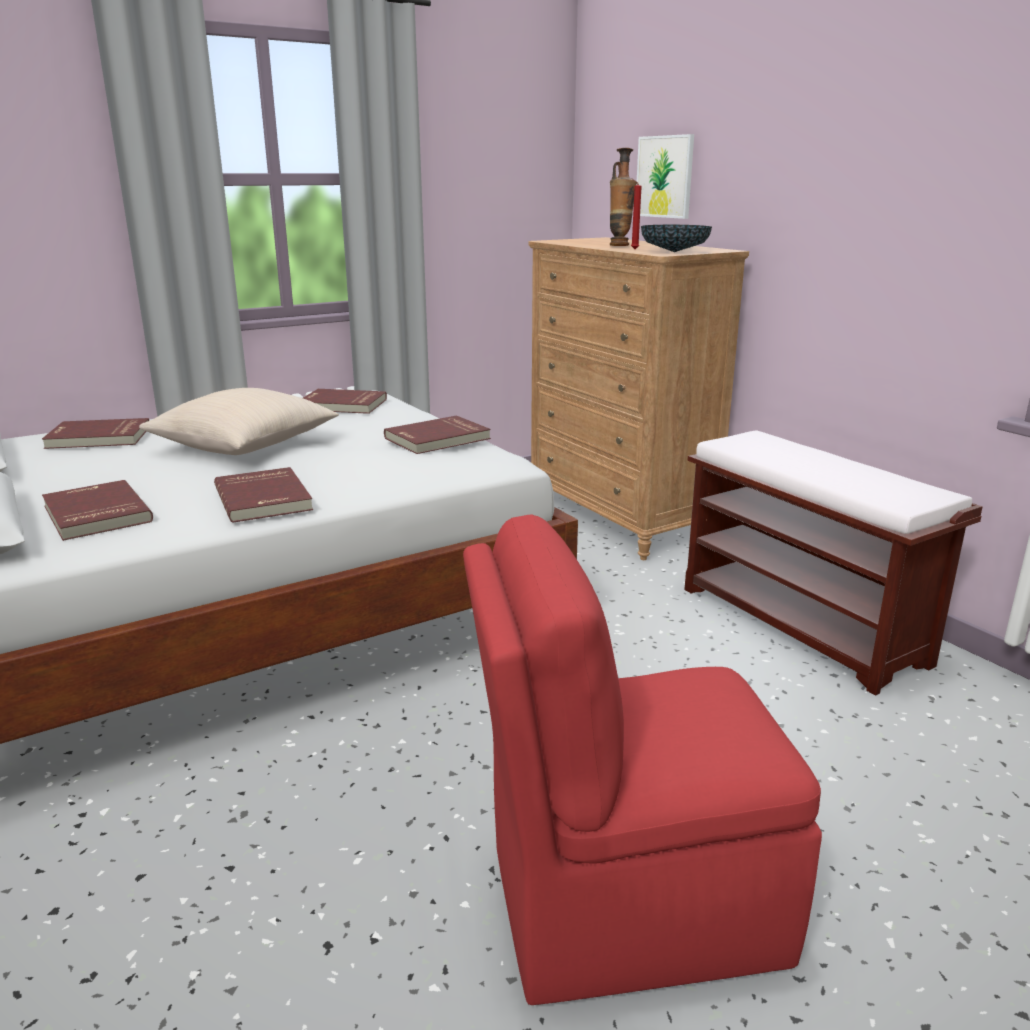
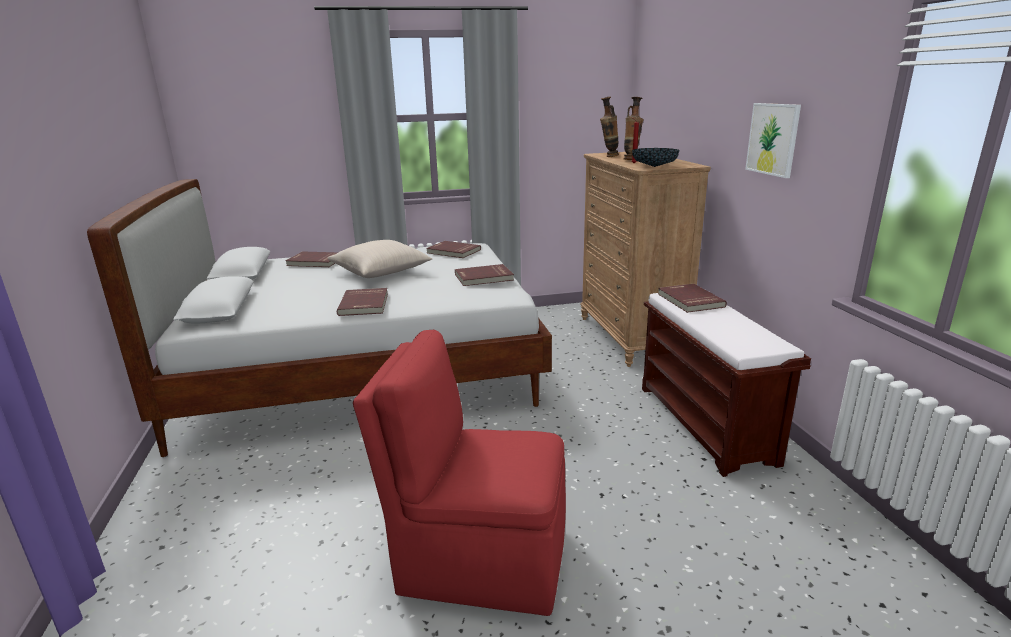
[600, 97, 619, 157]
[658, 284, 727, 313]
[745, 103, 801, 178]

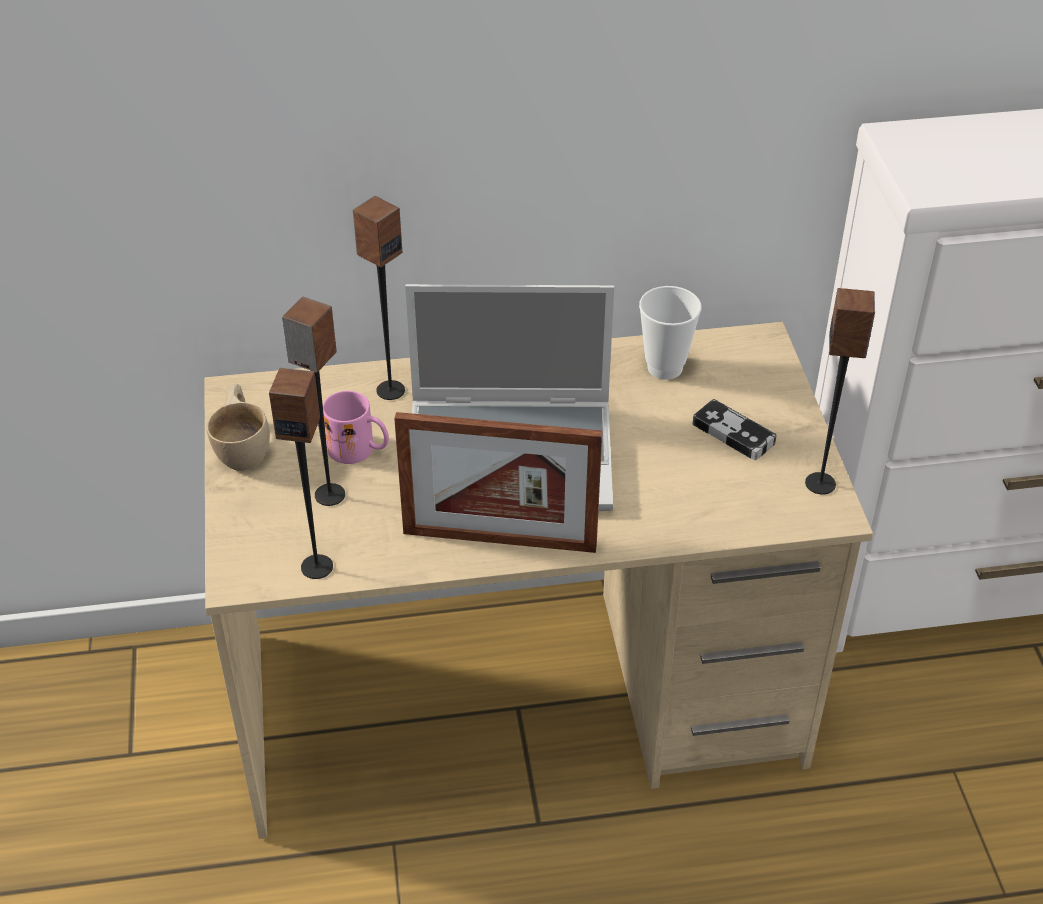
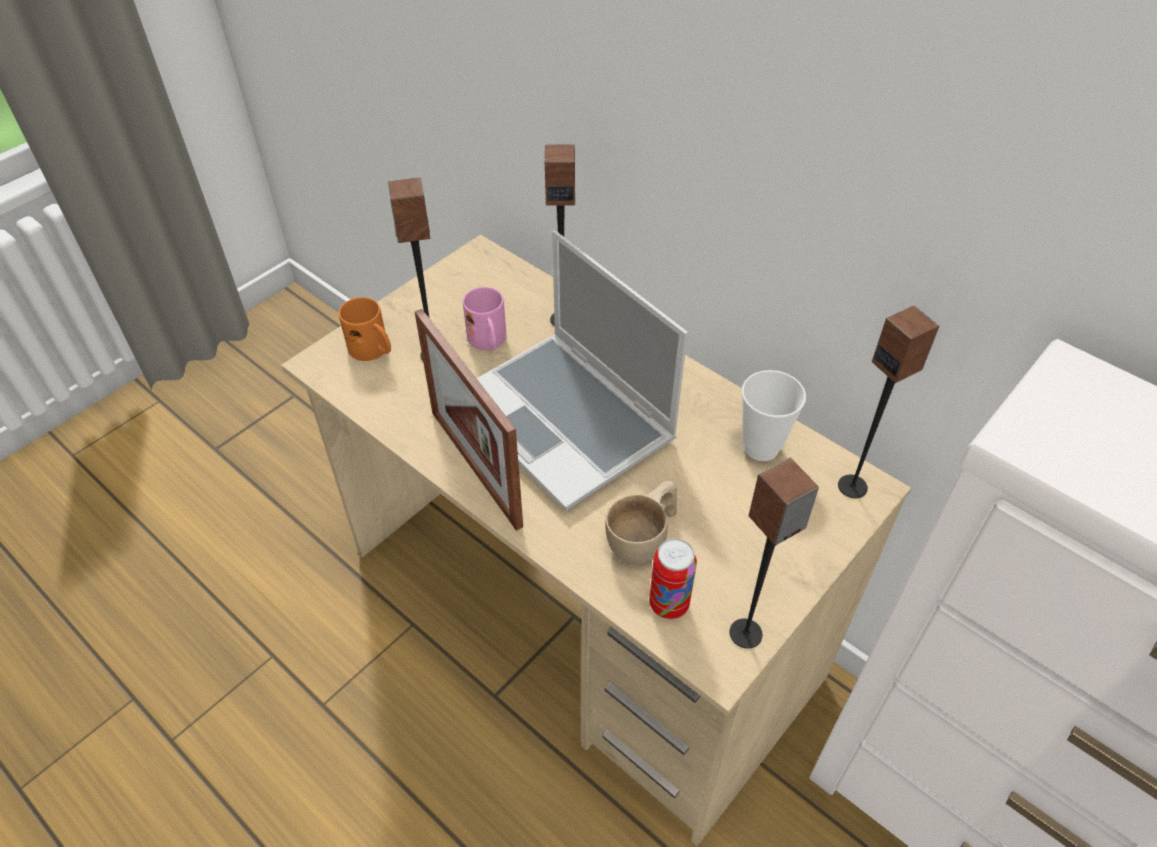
[692, 399, 777, 460] (first image)
[339, 297, 391, 361]
[649, 538, 697, 619]
[605, 481, 677, 565]
[838, 305, 940, 498]

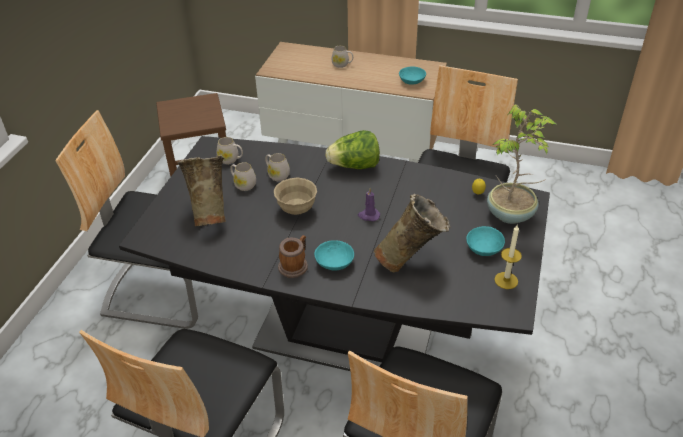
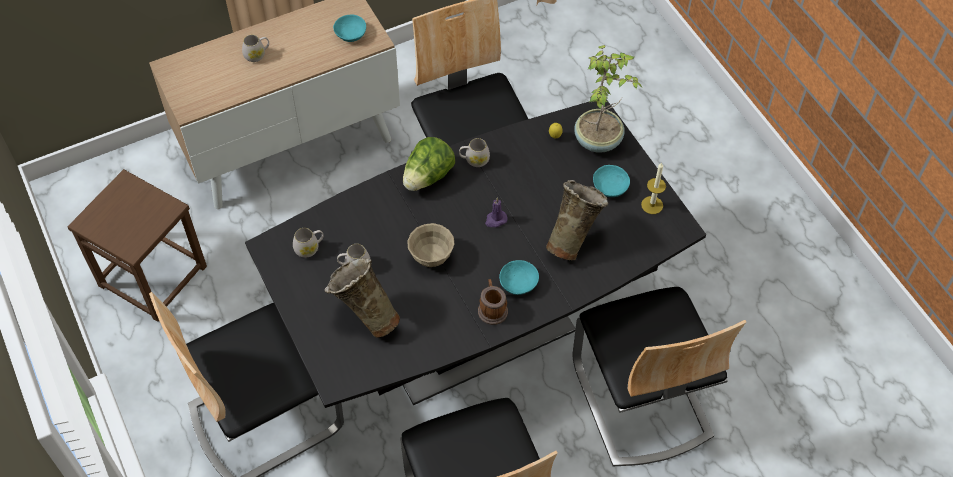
[459, 138, 490, 167]

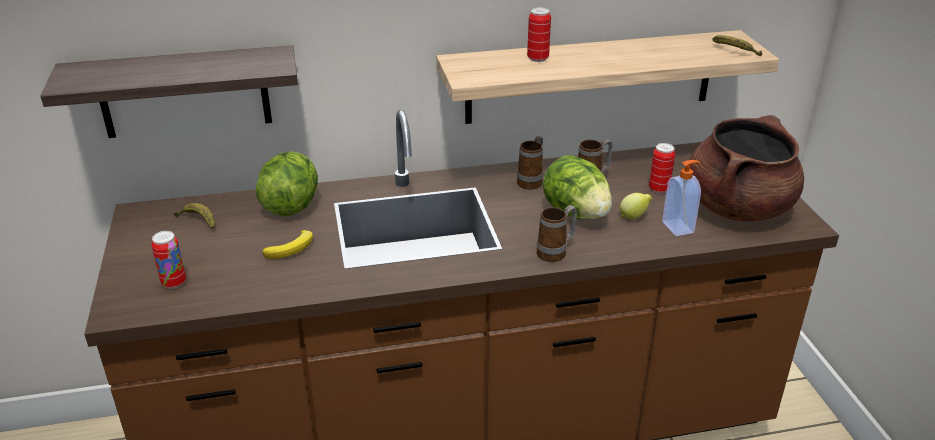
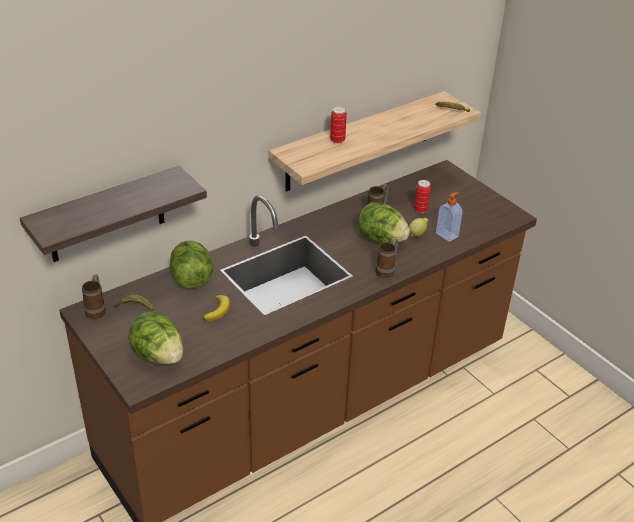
[690, 115, 804, 221] (first image)
[82, 274, 106, 319]
[128, 311, 183, 364]

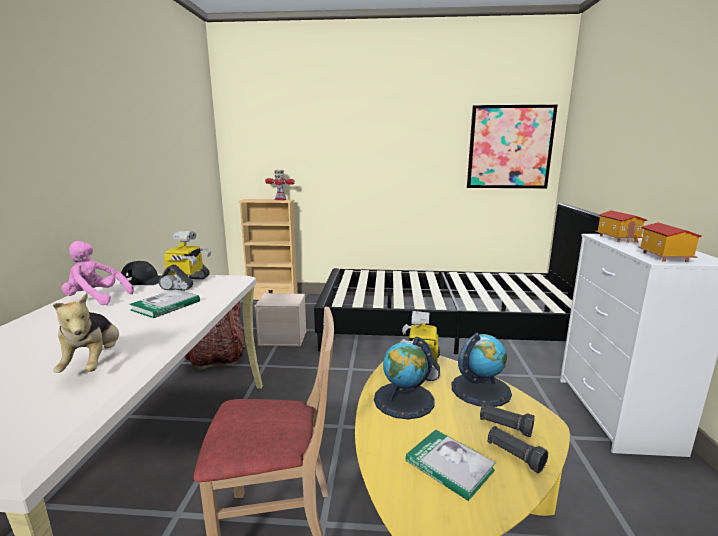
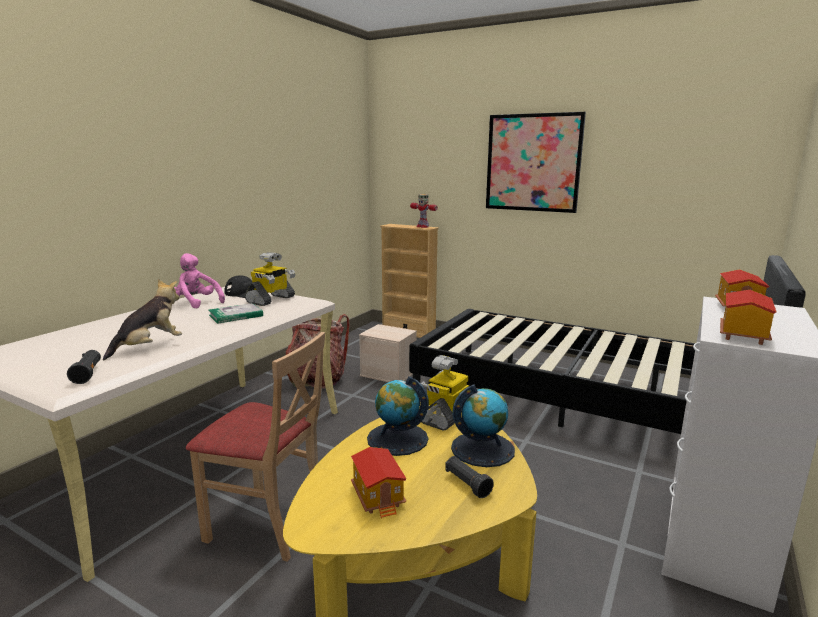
[486, 112, 586, 213]
[67, 350, 101, 384]
[351, 447, 407, 518]
[103, 279, 182, 361]

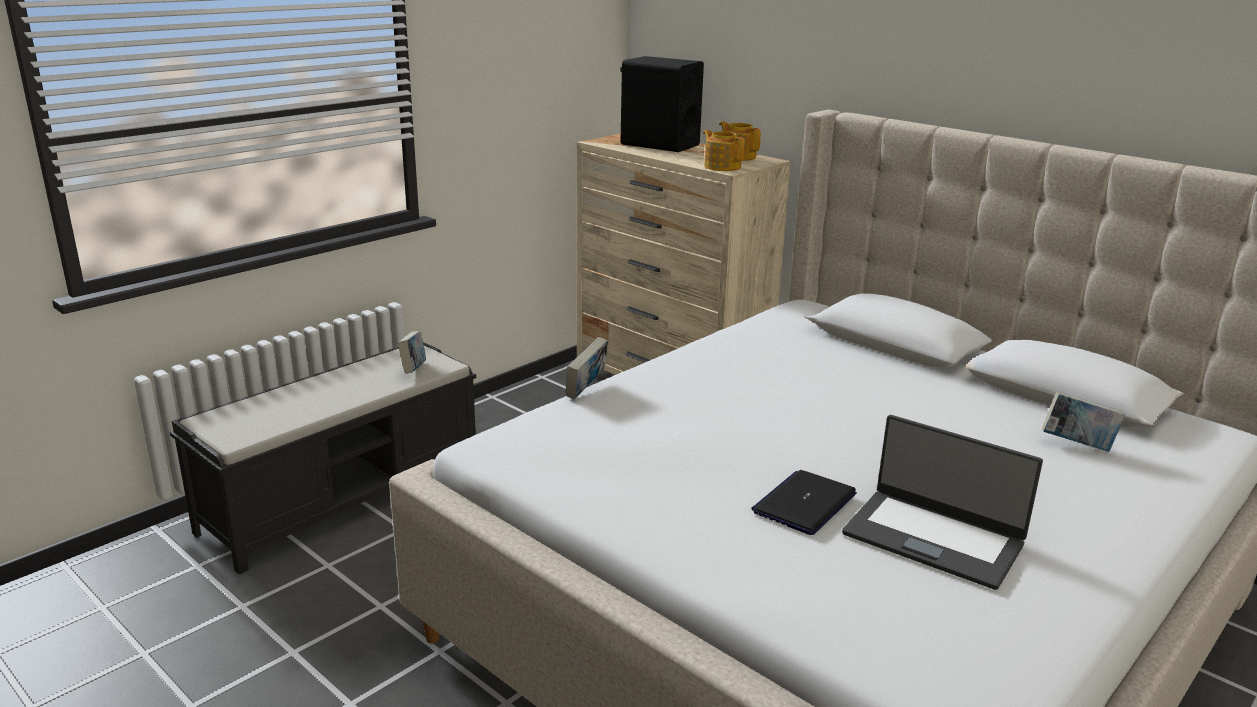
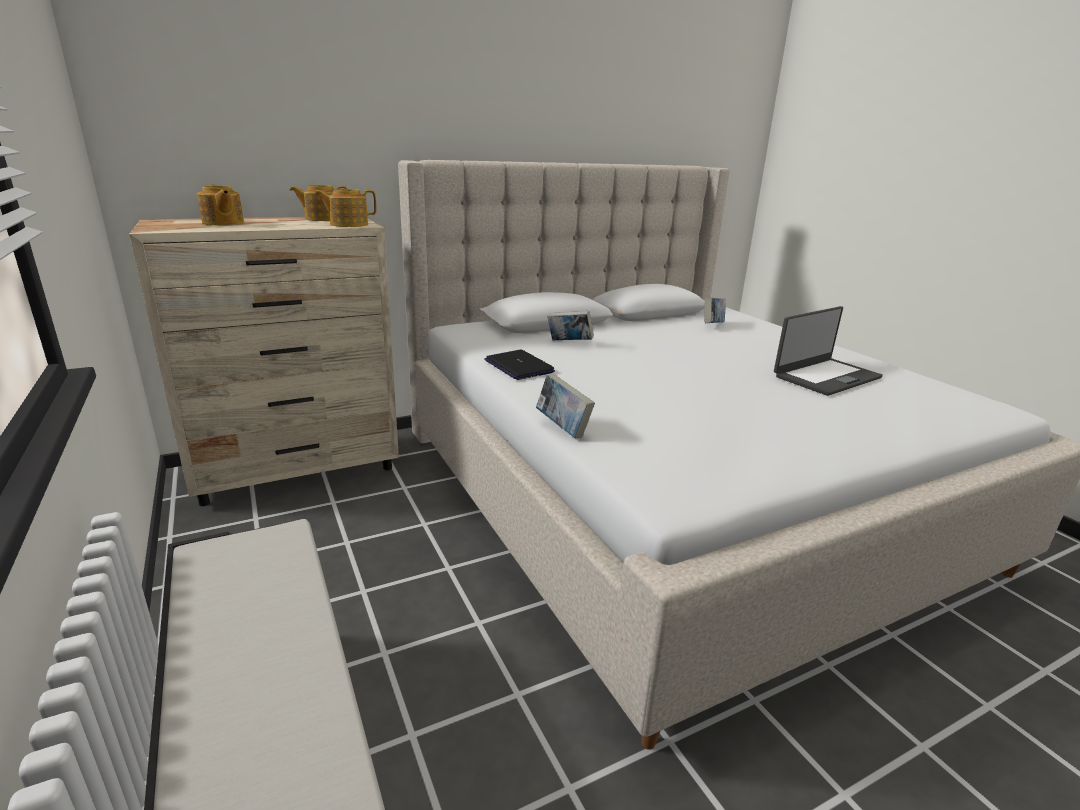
[547, 311, 594, 340]
[484, 350, 555, 380]
[197, 185, 244, 225]

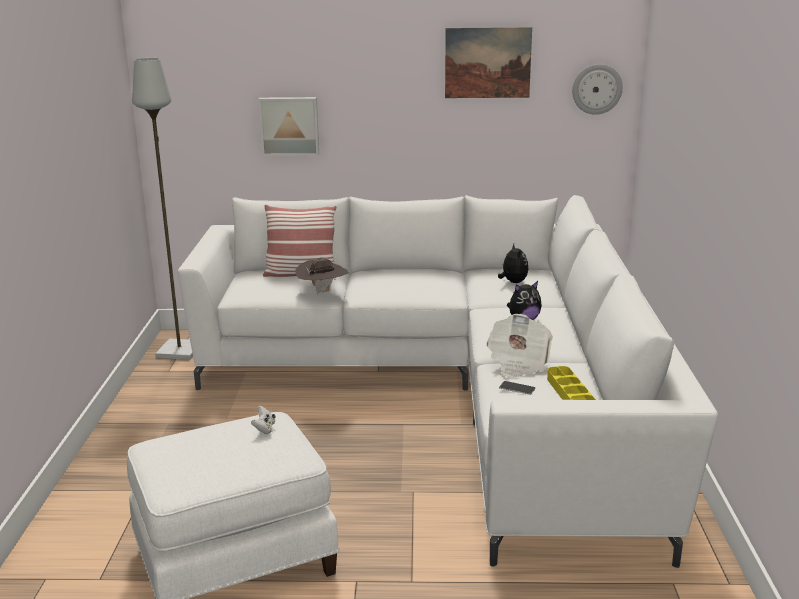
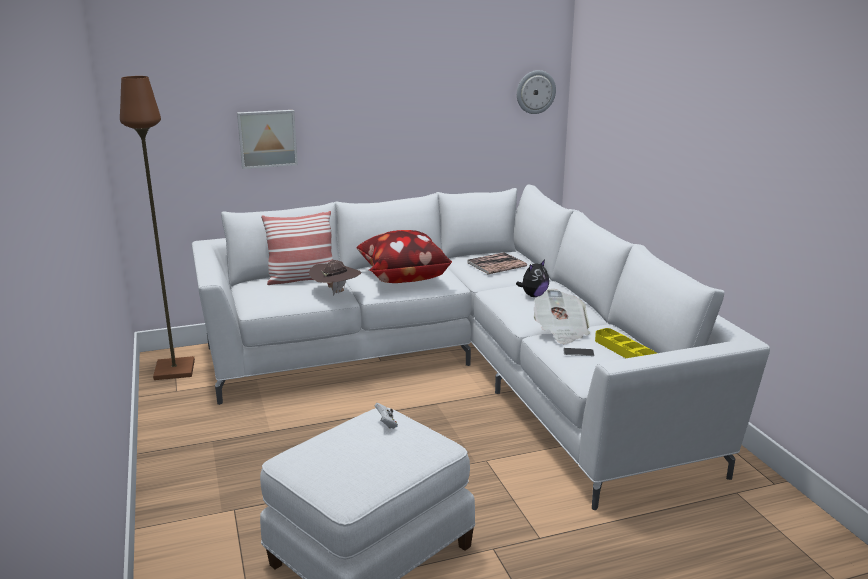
[445, 27, 532, 98] (first image)
[357, 230, 452, 283]
[467, 252, 527, 274]
[120, 76, 195, 380]

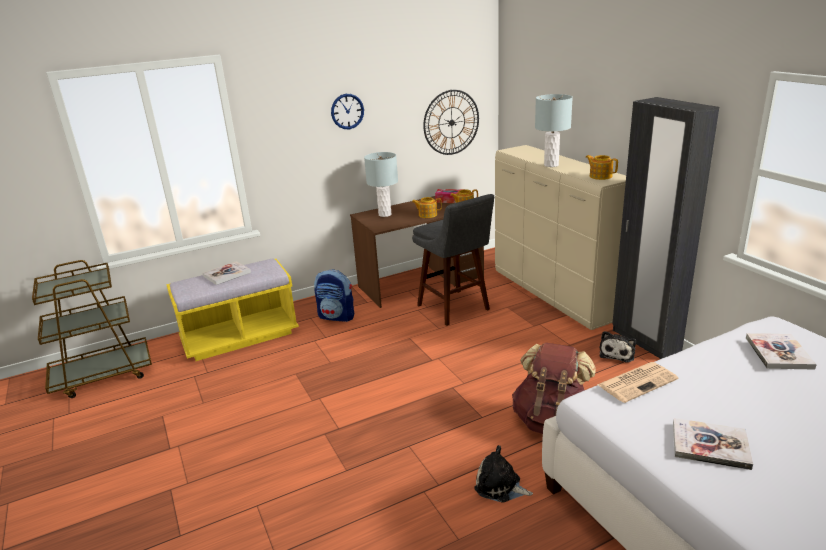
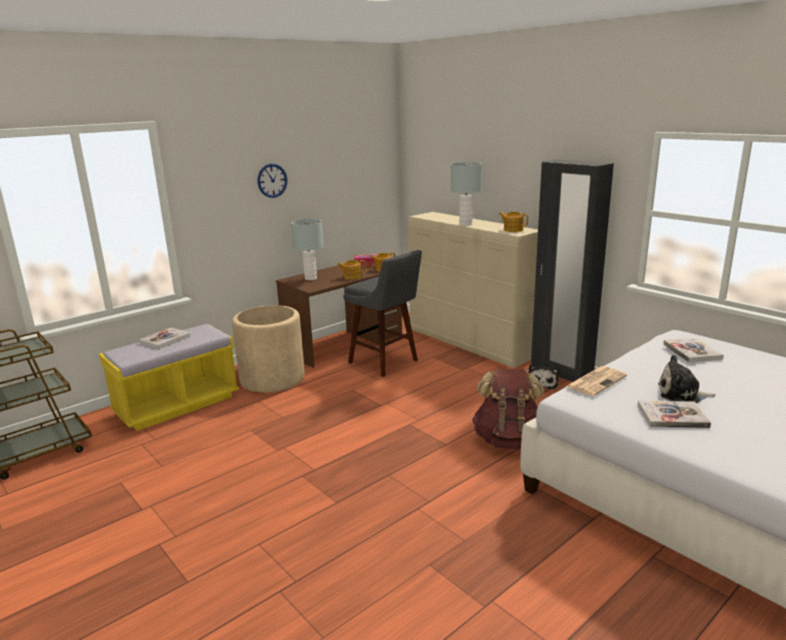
[423, 90, 479, 155] (first image)
[658, 355, 716, 403]
[232, 305, 305, 393]

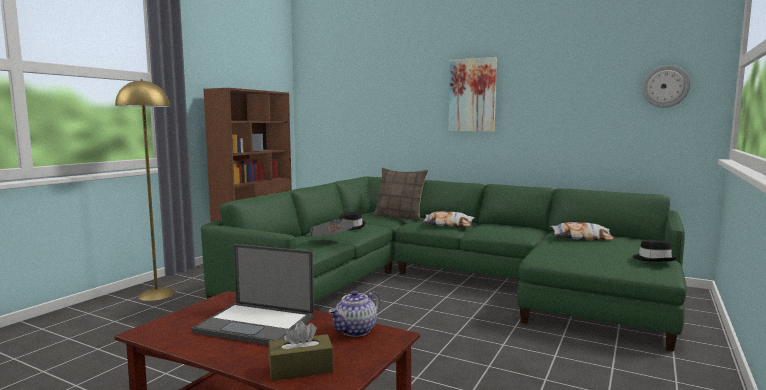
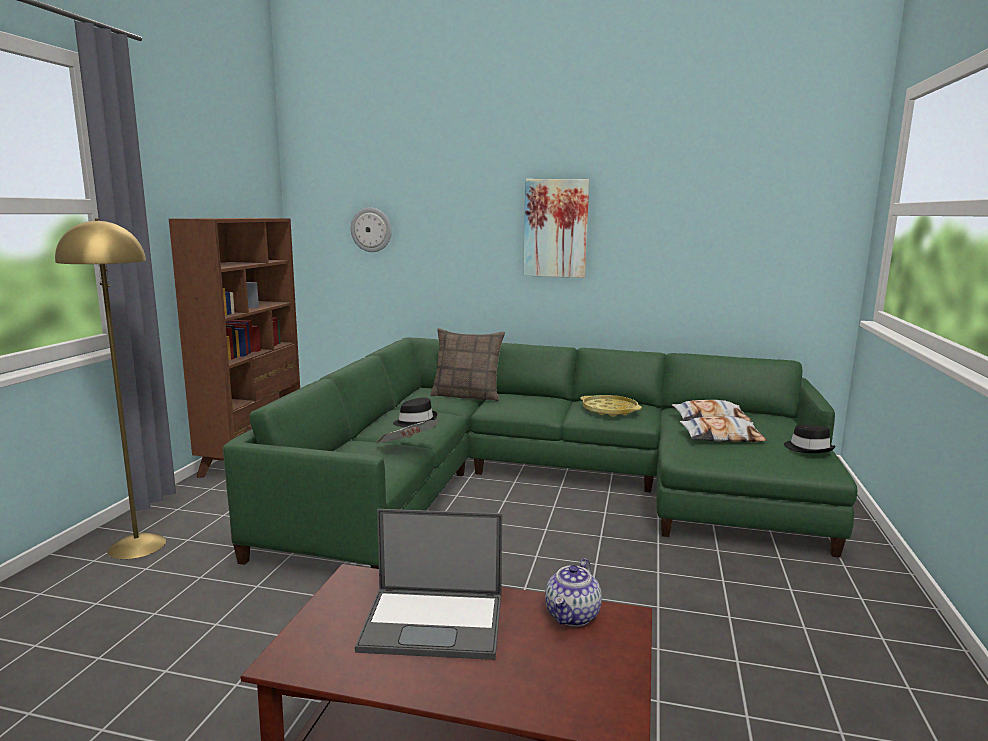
[268, 321, 334, 381] (first image)
[580, 395, 642, 417]
[679, 416, 767, 442]
[351, 207, 392, 252]

